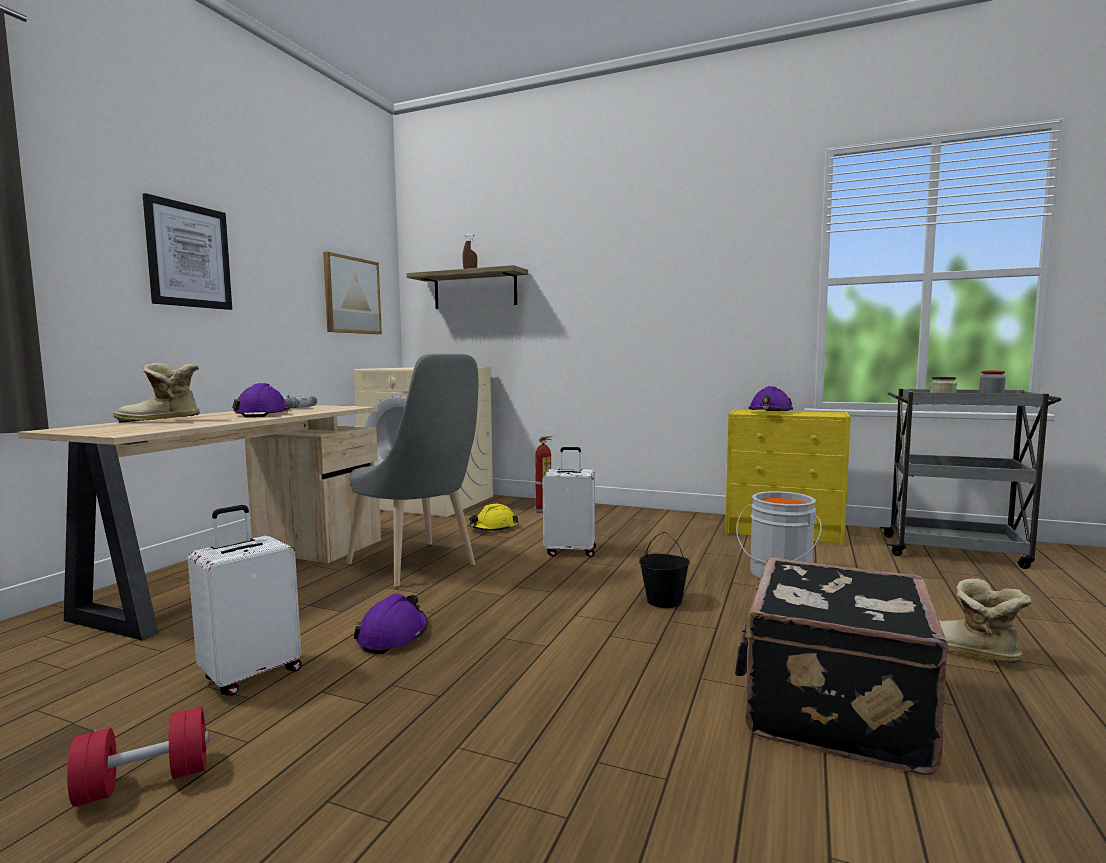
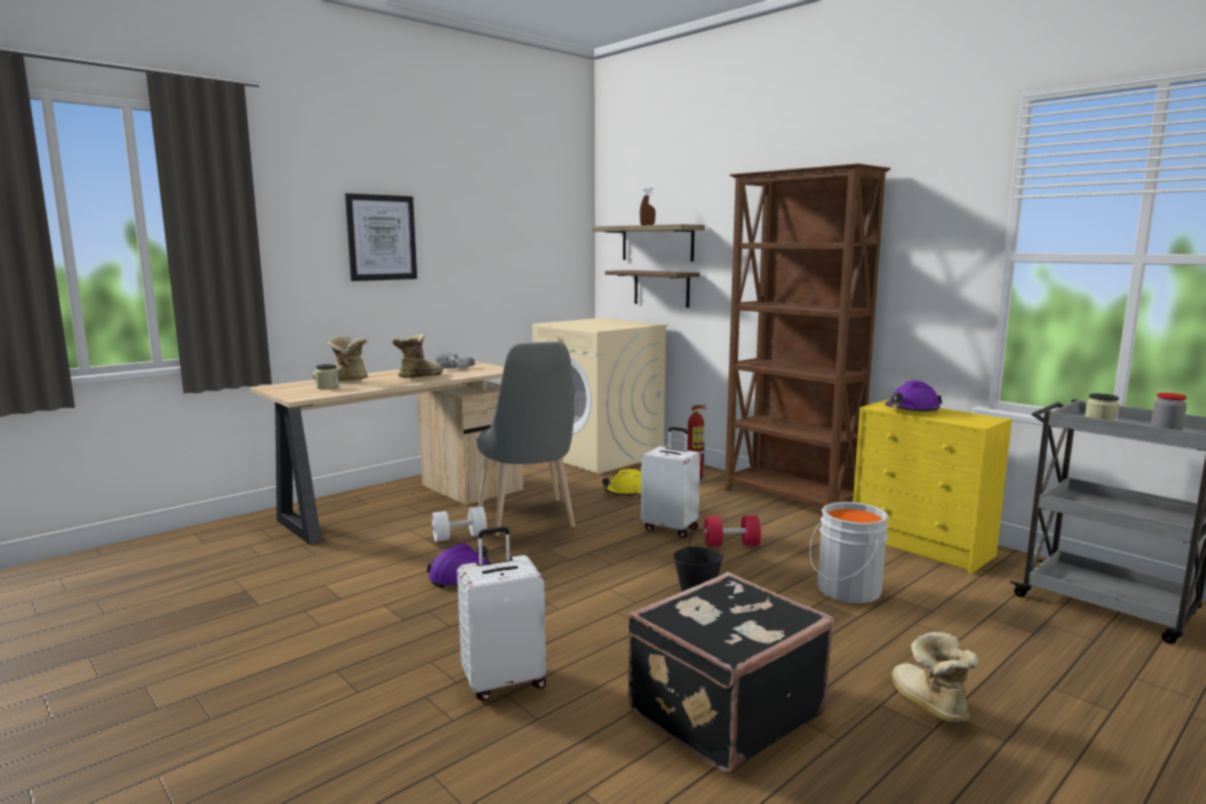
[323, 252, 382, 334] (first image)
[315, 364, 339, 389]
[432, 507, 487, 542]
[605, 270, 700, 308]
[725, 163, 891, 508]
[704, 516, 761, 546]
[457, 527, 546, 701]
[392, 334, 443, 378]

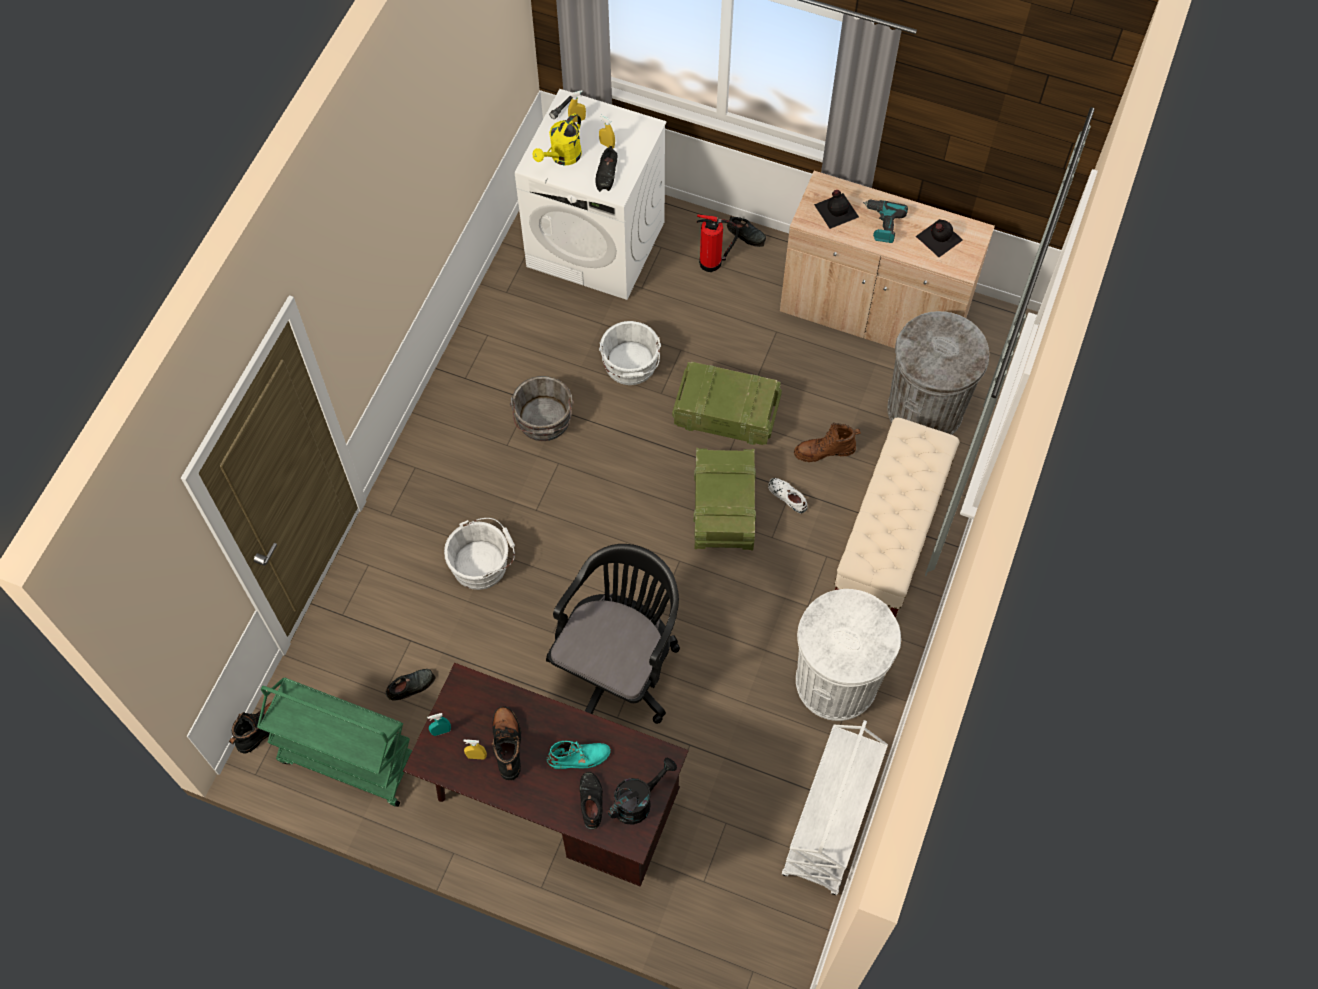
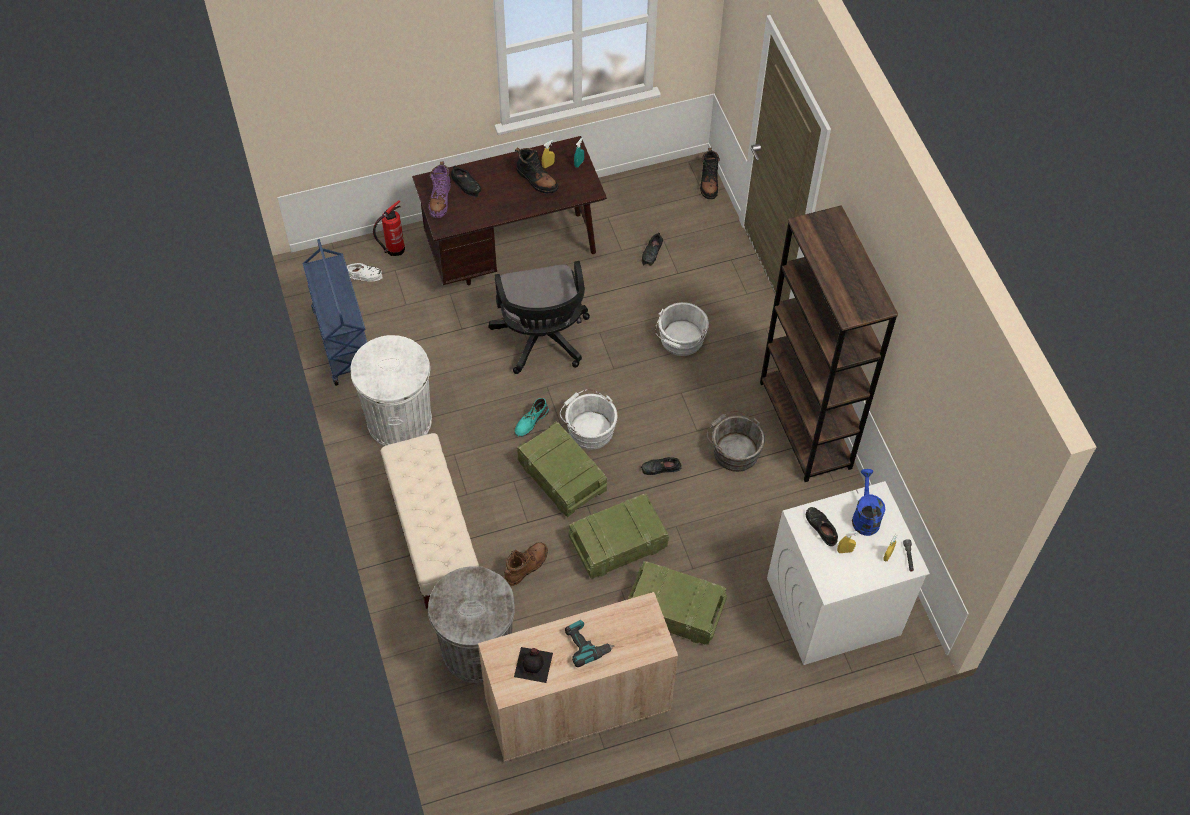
[257, 678, 413, 807] (first image)
[814, 190, 859, 229] (first image)
[628, 561, 727, 645]
[760, 205, 898, 482]
[515, 398, 549, 437]
[560, 389, 617, 449]
[373, 201, 405, 256]
[640, 457, 682, 475]
[346, 263, 383, 282]
[429, 161, 451, 218]
[852, 469, 886, 536]
[303, 239, 367, 386]

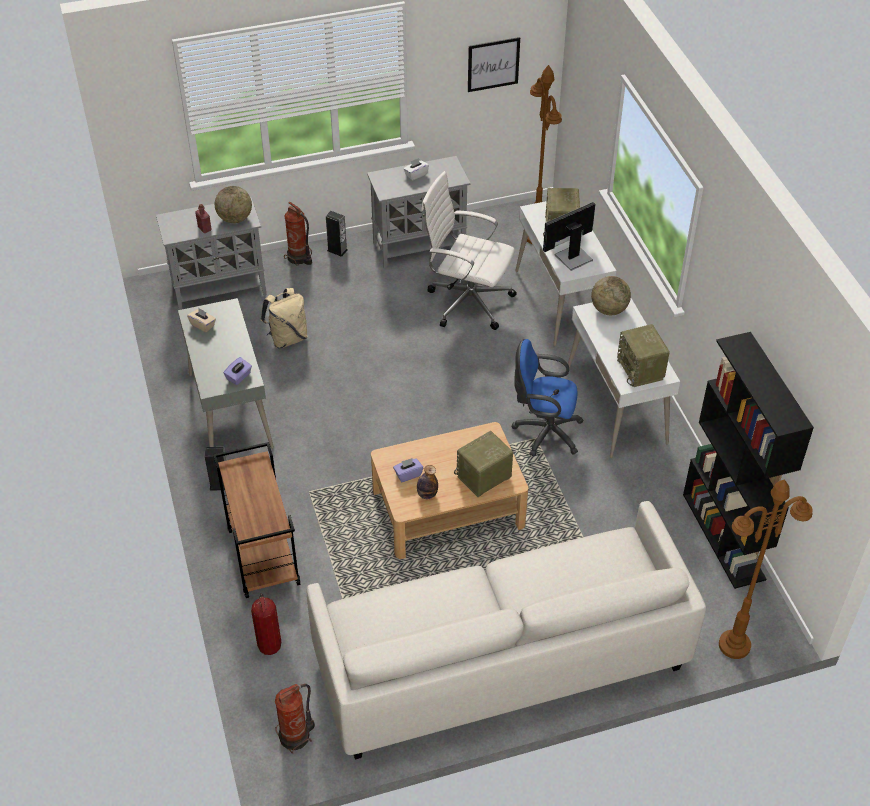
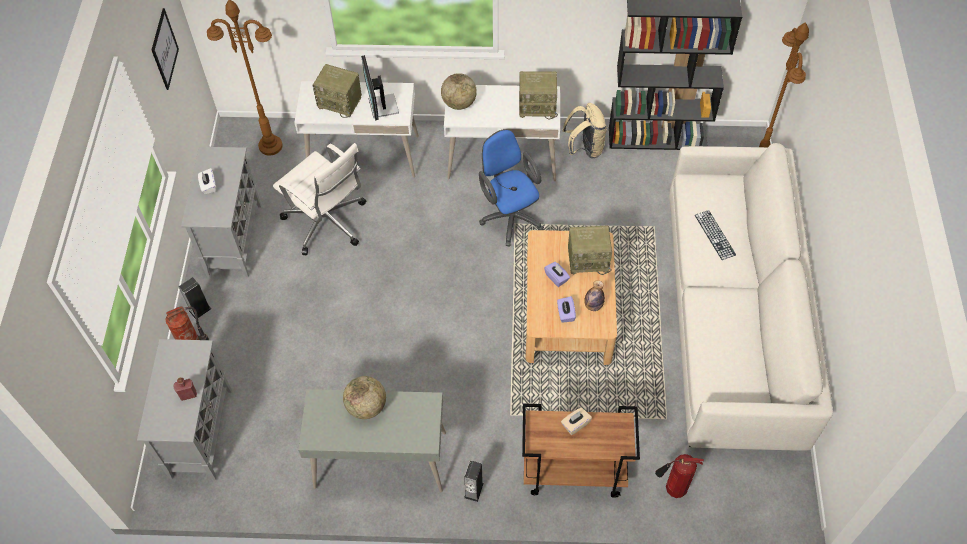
[275, 684, 315, 754] (first image)
[695, 210, 736, 260]
[561, 407, 592, 435]
[343, 376, 386, 419]
[544, 262, 570, 287]
[562, 103, 607, 159]
[273, 143, 366, 255]
[568, 225, 612, 275]
[479, 129, 544, 246]

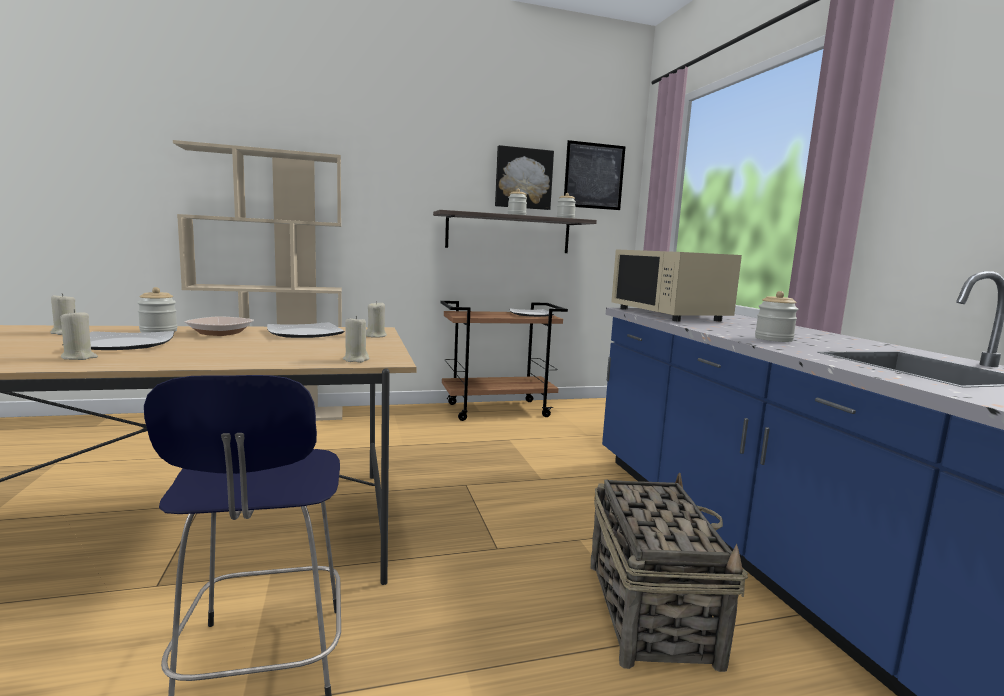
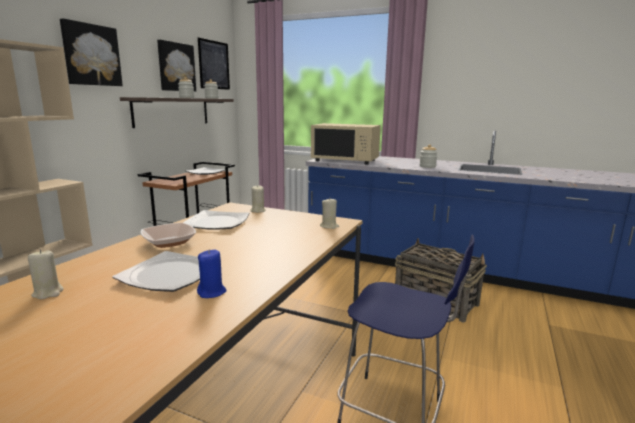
[137, 287, 177, 333] (first image)
[60, 18, 123, 86]
[197, 249, 227, 298]

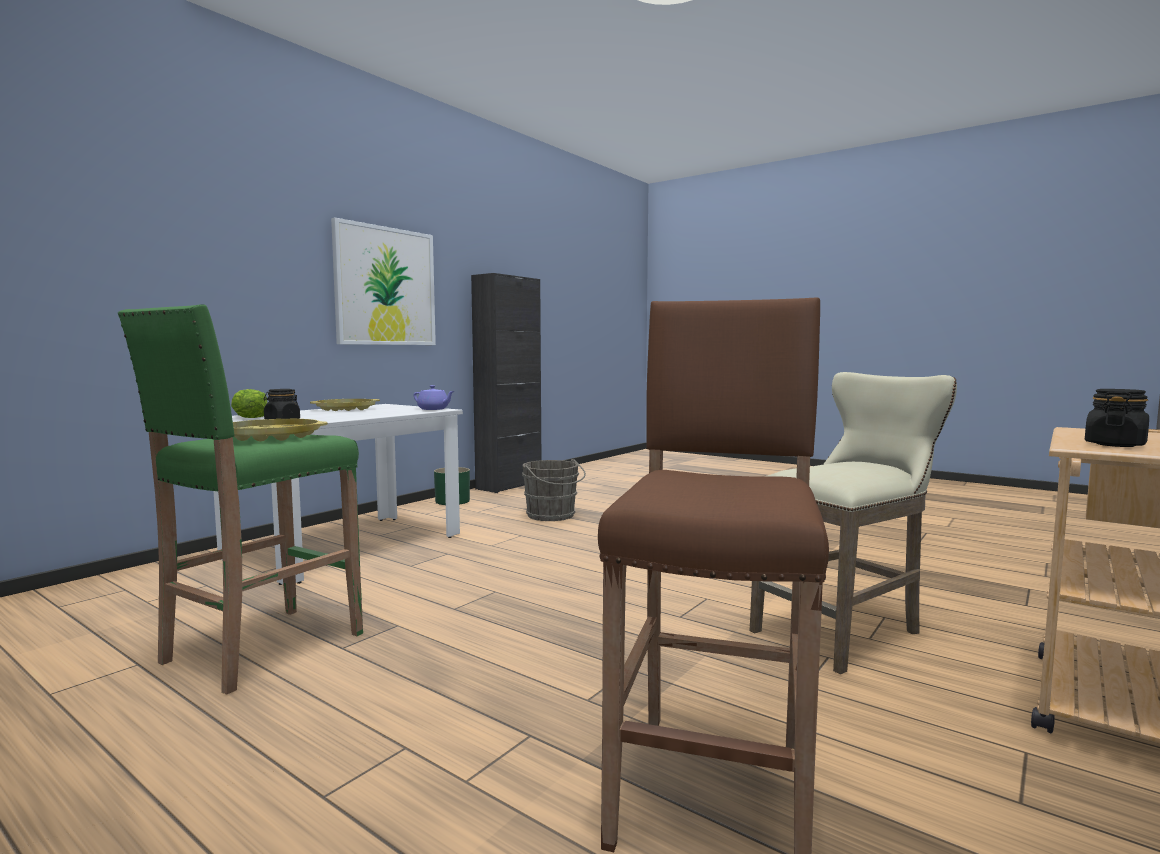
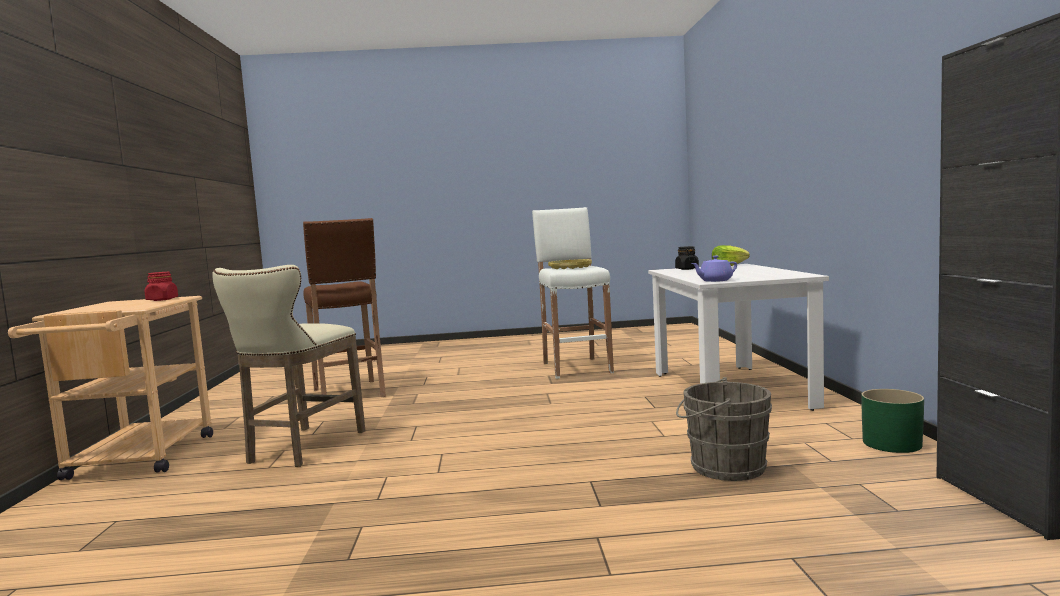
[310, 399, 380, 411] (first image)
[331, 218, 436, 345] (first image)
[532, 207, 614, 379]
[144, 272, 178, 301]

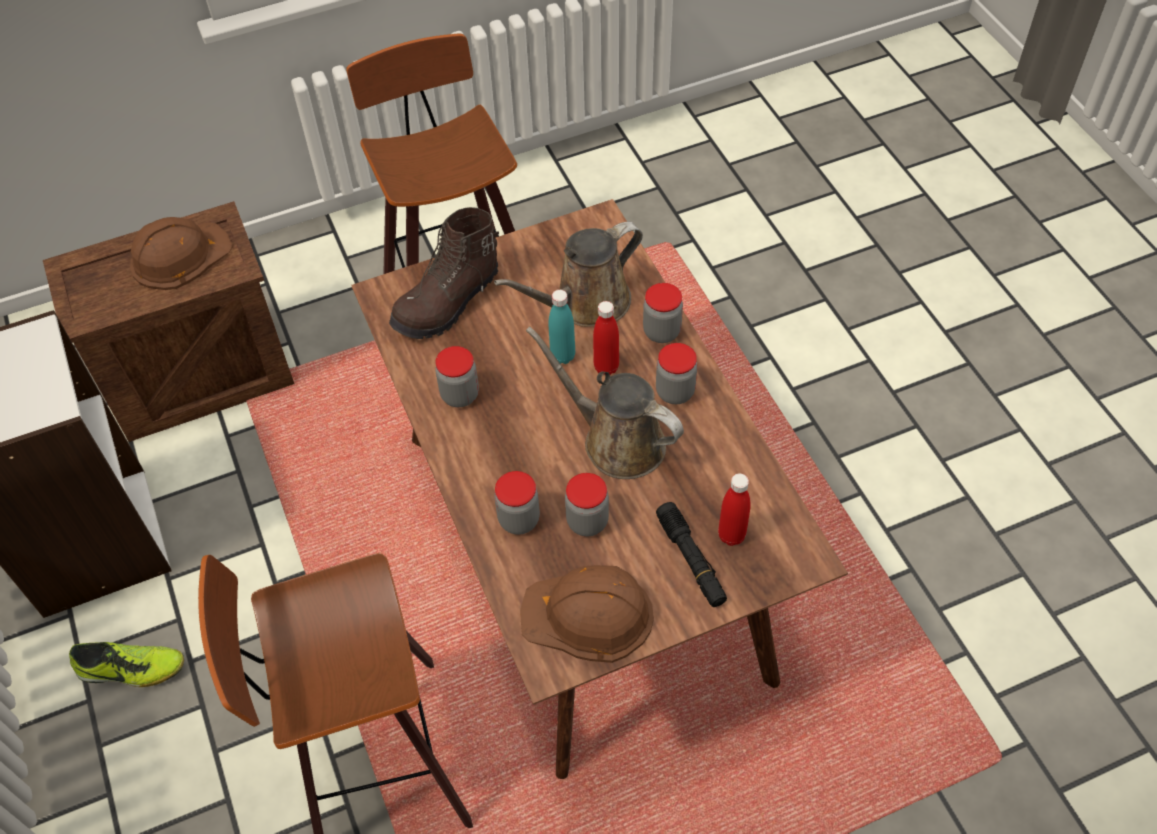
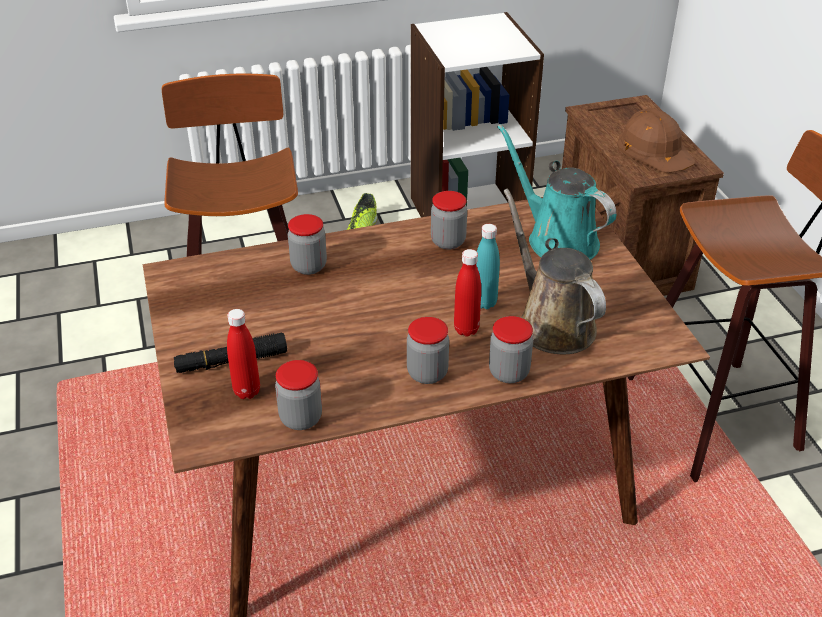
[520, 565, 654, 663] (first image)
[526, 326, 684, 479] (first image)
[275, 360, 322, 430]
[497, 124, 616, 260]

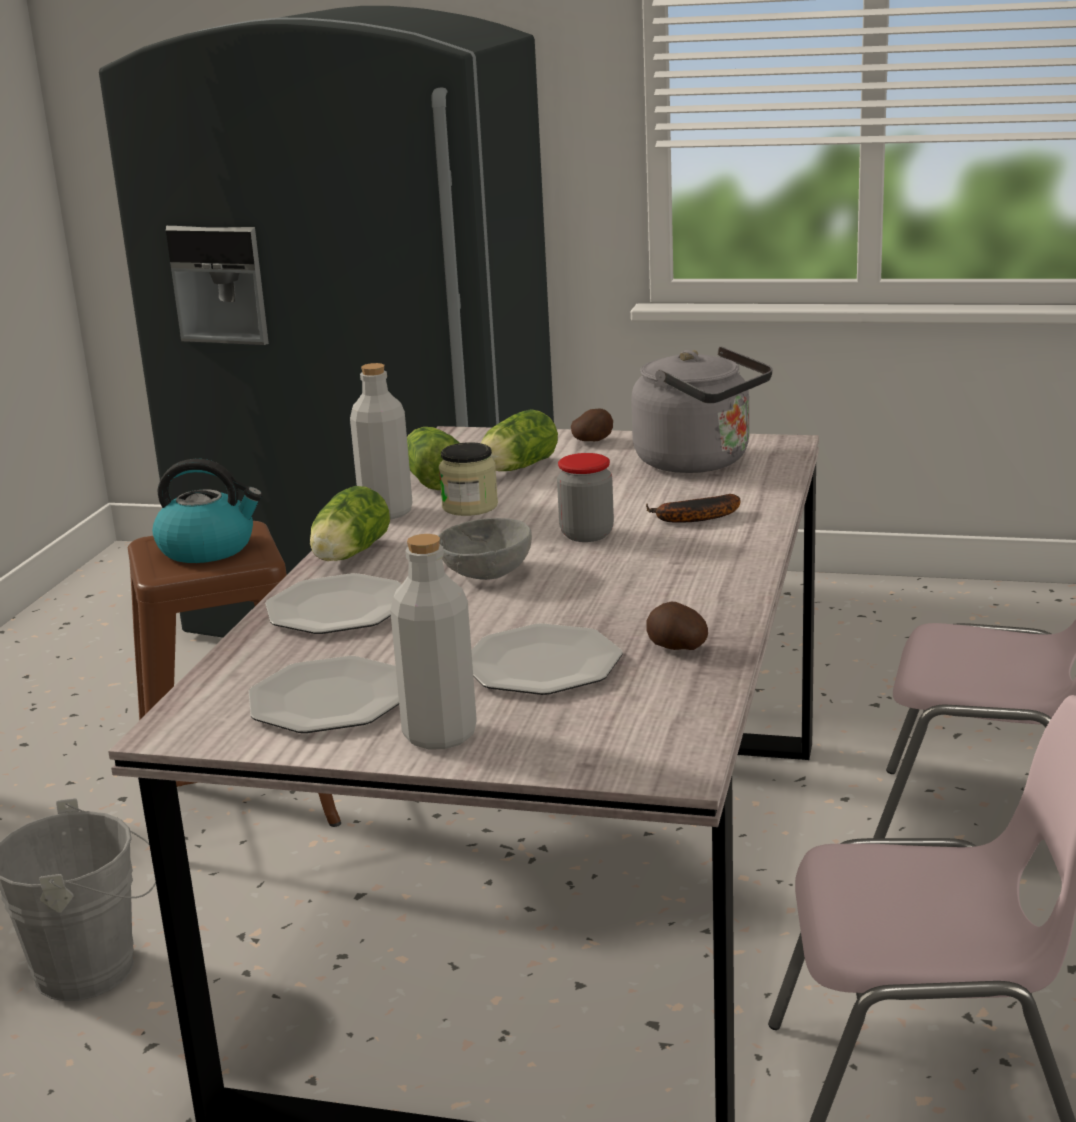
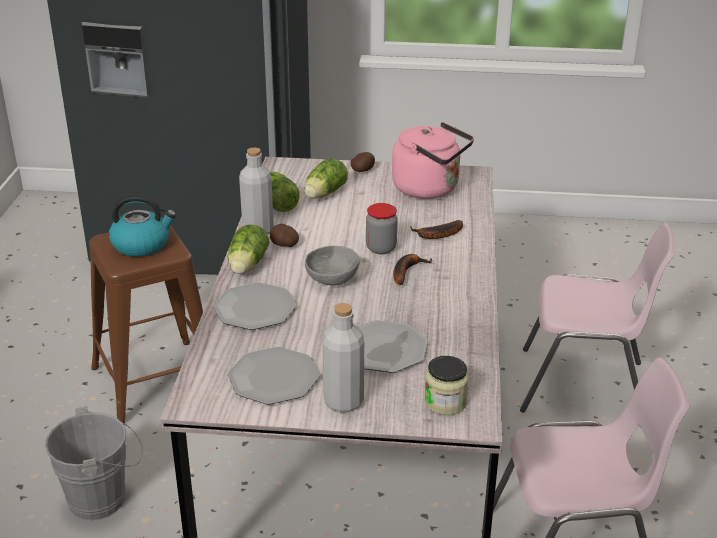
[393, 254, 433, 285]
[424, 356, 469, 415]
[270, 224, 299, 247]
[392, 122, 474, 199]

